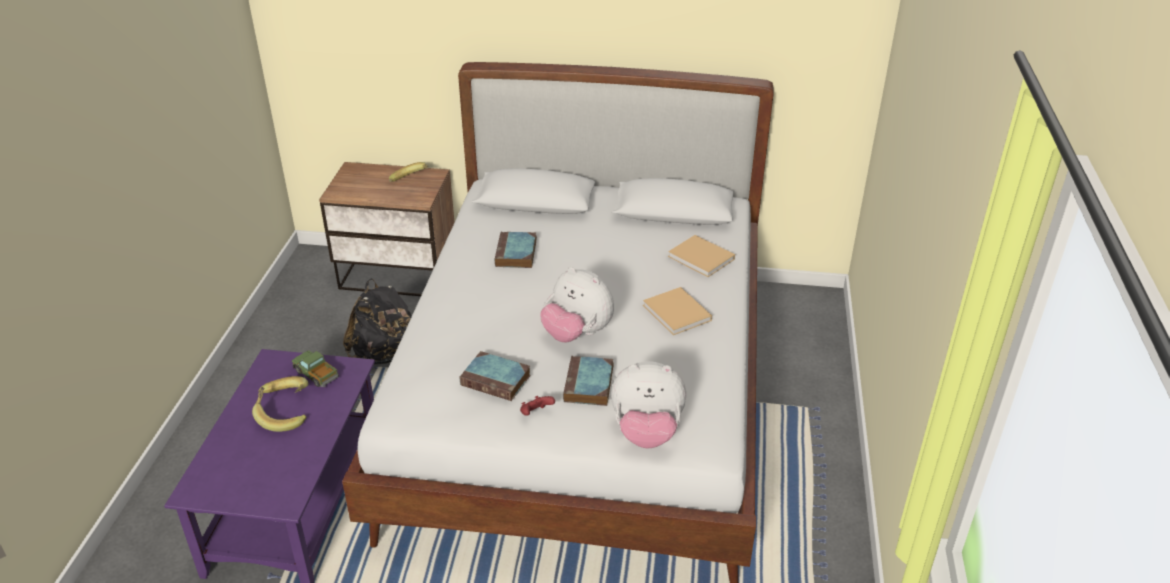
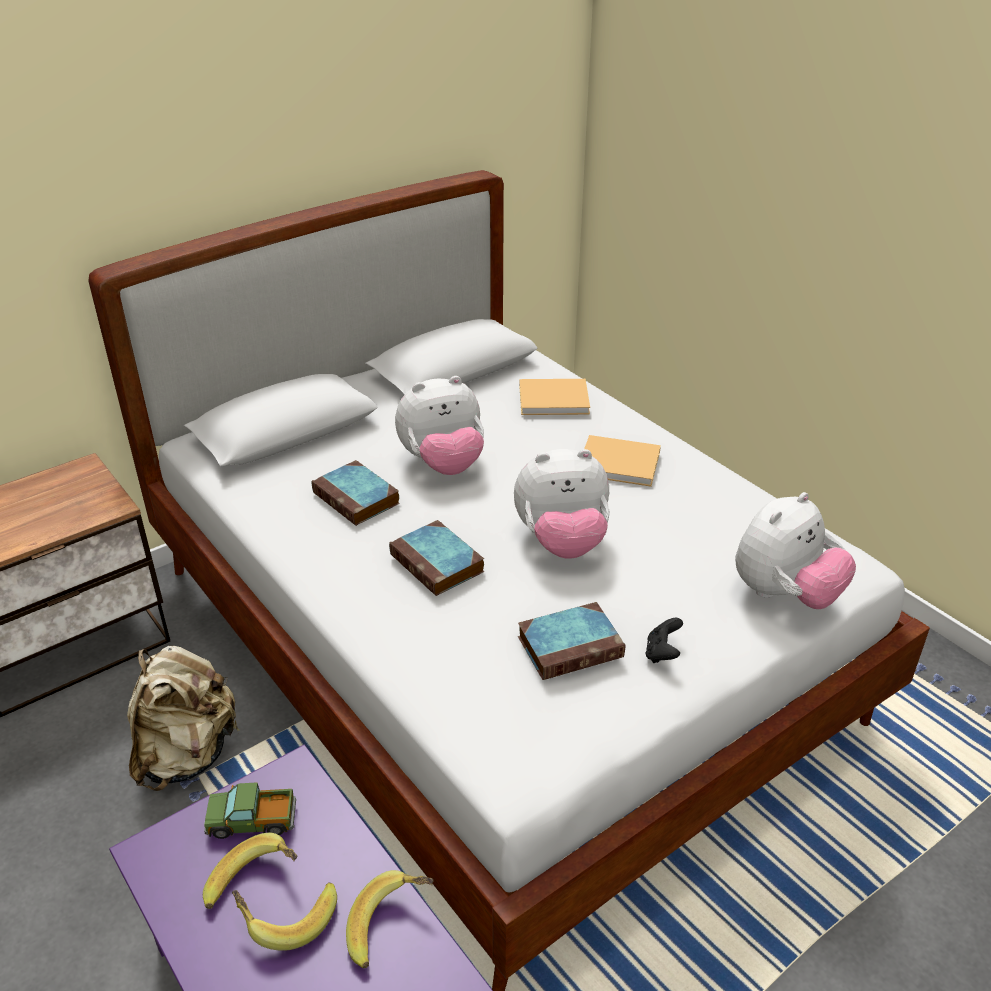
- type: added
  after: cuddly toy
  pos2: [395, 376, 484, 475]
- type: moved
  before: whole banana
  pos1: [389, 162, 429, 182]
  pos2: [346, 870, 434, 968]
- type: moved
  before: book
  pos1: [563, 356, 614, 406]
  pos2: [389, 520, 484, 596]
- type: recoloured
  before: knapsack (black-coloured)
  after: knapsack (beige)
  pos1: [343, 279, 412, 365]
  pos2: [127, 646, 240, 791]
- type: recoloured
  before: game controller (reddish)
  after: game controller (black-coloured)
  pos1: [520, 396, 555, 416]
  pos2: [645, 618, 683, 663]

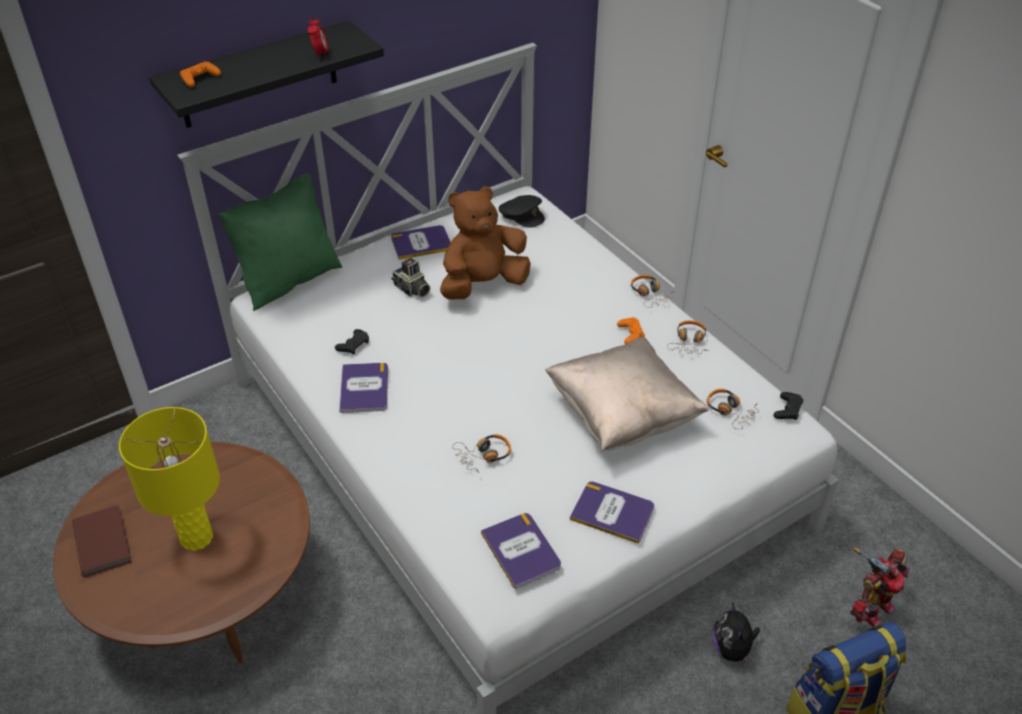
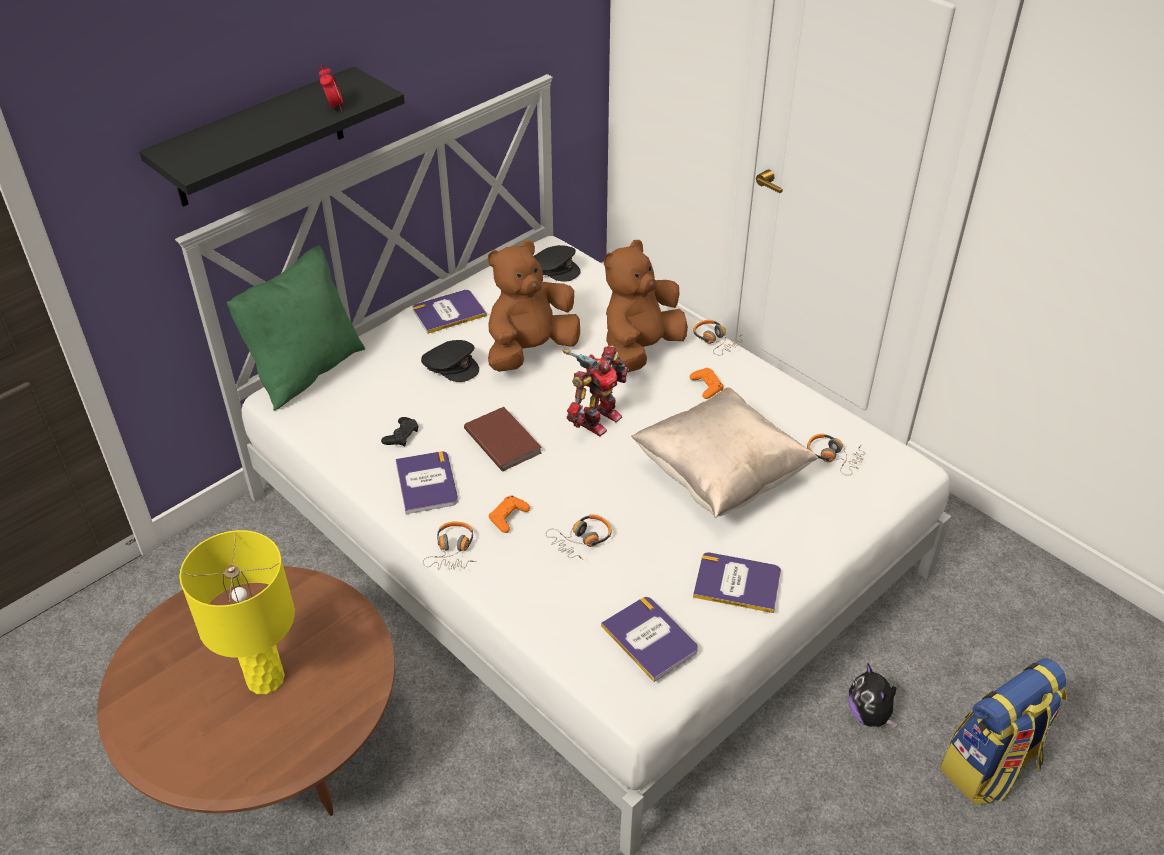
- type: removed
  before: game controller (black-coloured)
  pos1: [774, 392, 803, 420]
- type: added
  after: cuddly toy (brownish)
  pos2: [604, 240, 688, 372]
- type: moved
  before: book (brownish)
  pos1: [72, 505, 132, 577]
  pos2: [464, 407, 542, 471]
- type: moved
  before: game controller (orange)
  pos1: [180, 61, 221, 87]
  pos2: [489, 495, 530, 533]
- type: moved
  before: headphones
  pos1: [667, 320, 709, 354]
  pos2: [423, 522, 476, 569]
- type: moved
  before: model robot
  pos1: [850, 548, 910, 627]
  pos2: [563, 345, 629, 436]
- type: replaced
  before: photo camera
  after: baseball cap (black-coloured)
  pos1: [391, 258, 430, 298]
  pos2: [421, 340, 479, 382]

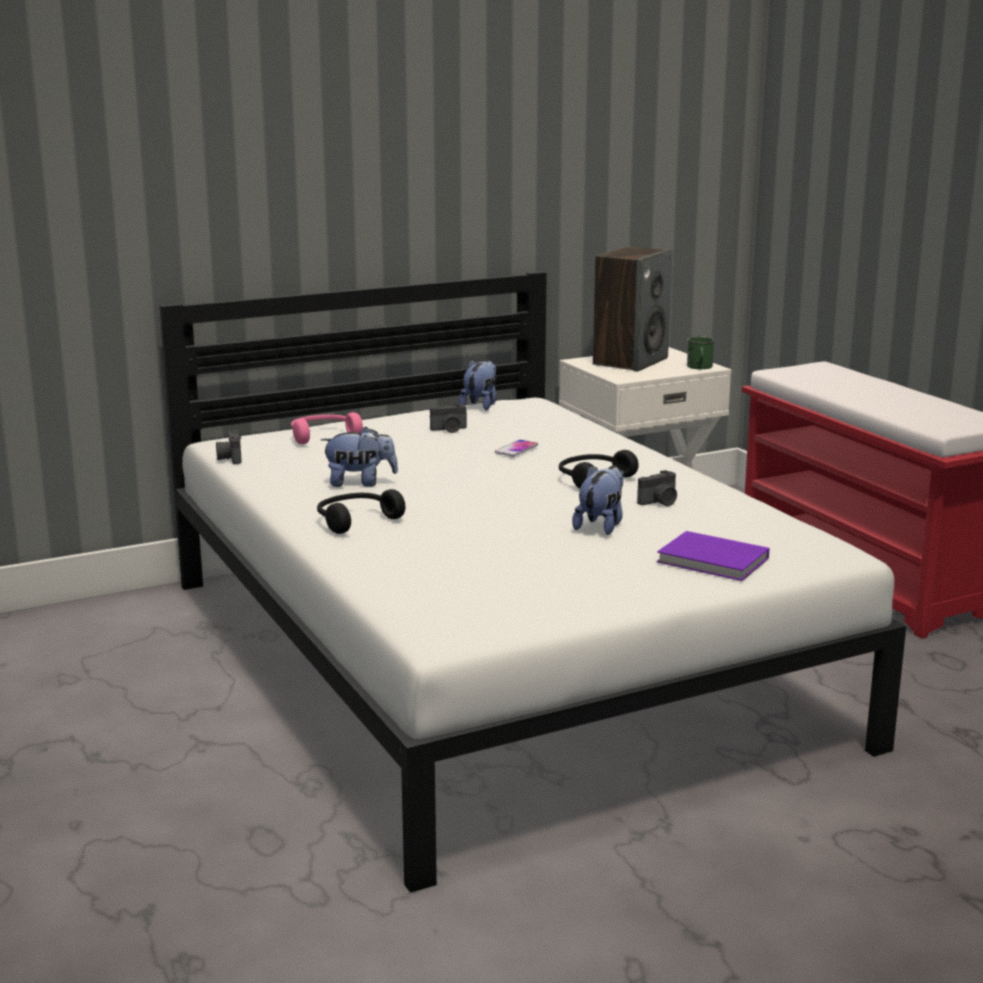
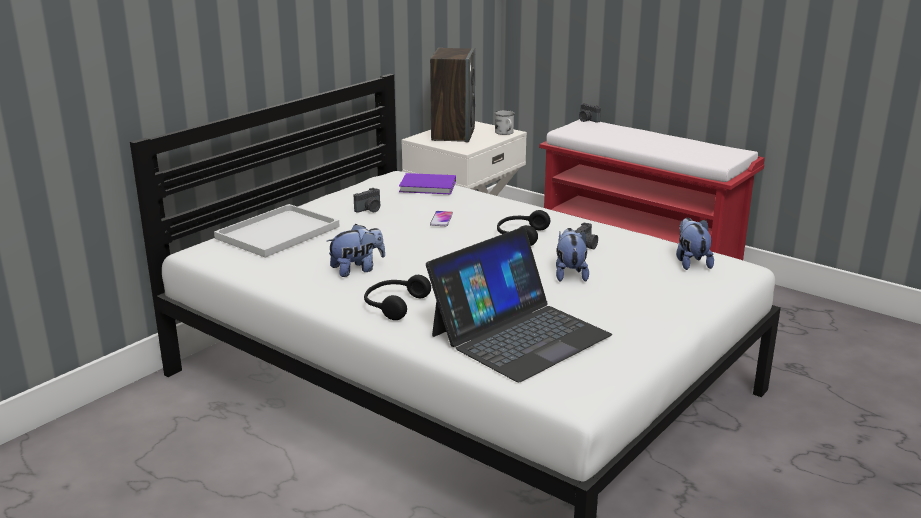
- type: added
  after: laptop
  pos2: [426, 227, 612, 382]
- type: moved
  before: photo camera
  pos1: [216, 430, 242, 464]
  pos2: [579, 103, 601, 123]
- type: moved
  before: cuddly toy
  pos1: [459, 360, 497, 410]
  pos2: [676, 218, 714, 270]
- type: moved
  before: book (purplish)
  pos1: [657, 531, 769, 581]
  pos2: [399, 173, 456, 194]
- type: replaced
  before: headphones (pink)
  after: carrying tray (white-coloured)
  pos1: [291, 412, 363, 444]
  pos2: [214, 204, 340, 258]
- type: recoloured
  before: tea mug (green)
  after: tea mug (white-coloured)
  pos1: [687, 337, 715, 369]
  pos2: [494, 110, 515, 135]

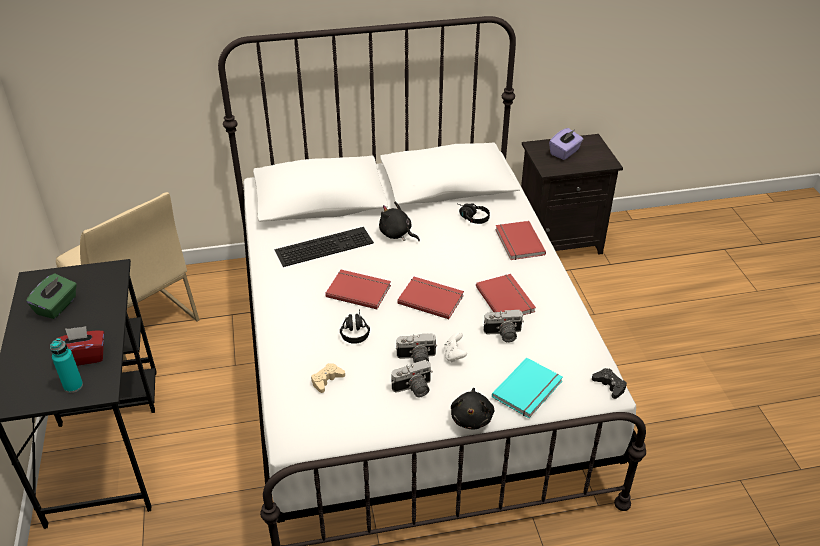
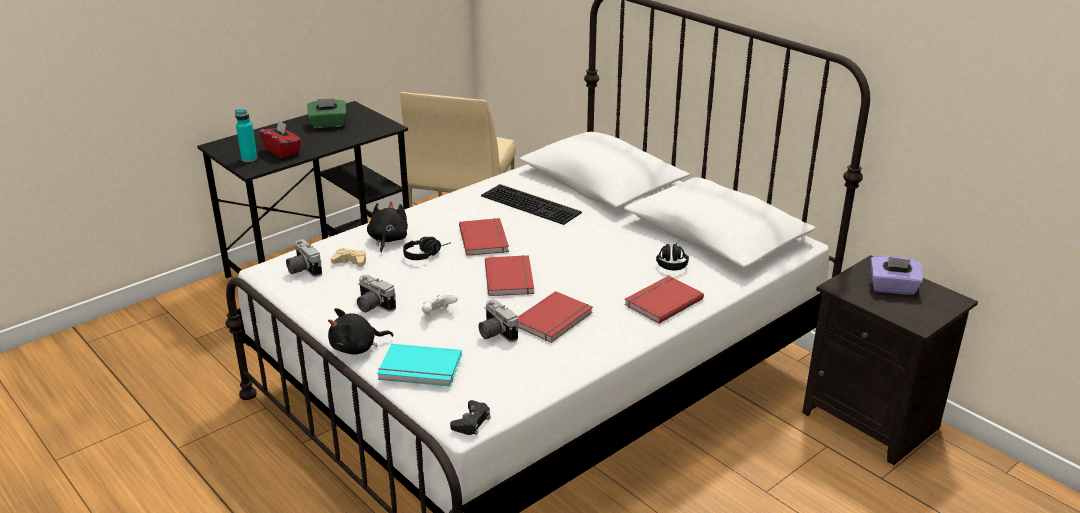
- type: moved
  before: cuddly toy (black-coloured)
  pos1: [379, 202, 420, 241]
  pos2: [367, 202, 408, 253]
- type: moved
  before: photo camera
  pos1: [396, 333, 436, 363]
  pos2: [286, 239, 322, 277]

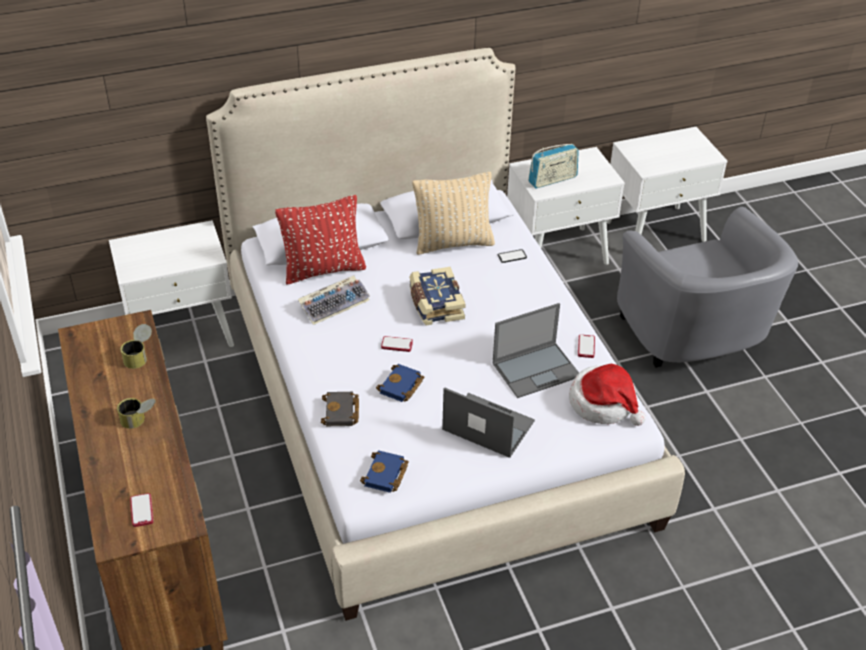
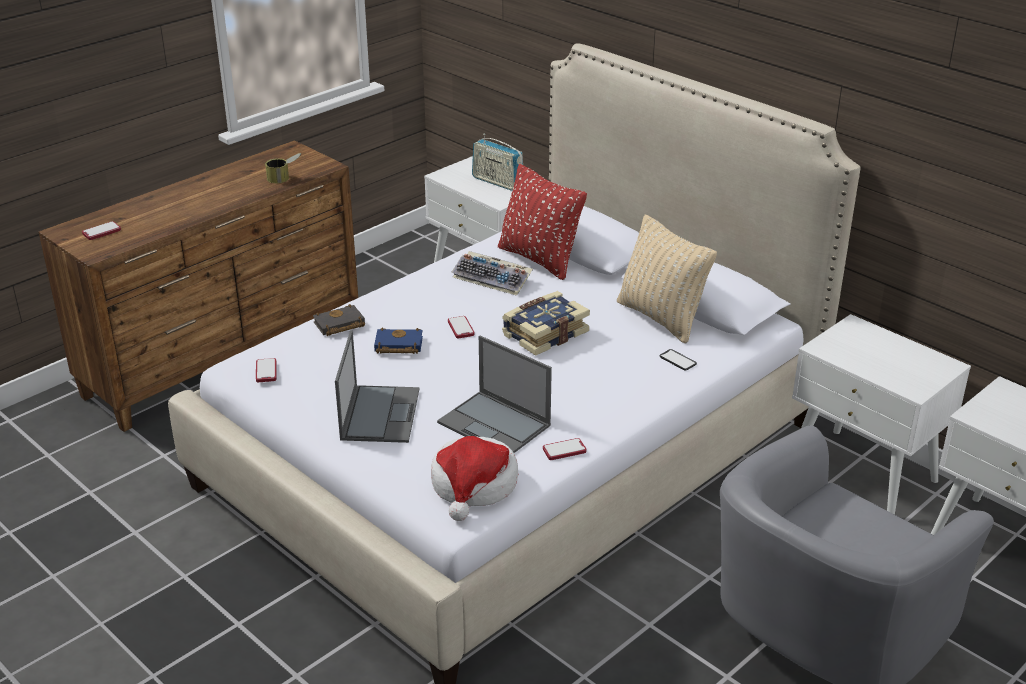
- type: removed
  before: sealed can
  pos1: [117, 398, 156, 429]
- type: moved
  before: radio receiver
  pos1: [528, 144, 579, 188]
  pos2: [472, 134, 523, 191]
- type: replaced
  before: book (blue)
  after: phone
  pos1: [360, 450, 409, 493]
  pos2: [256, 358, 277, 382]

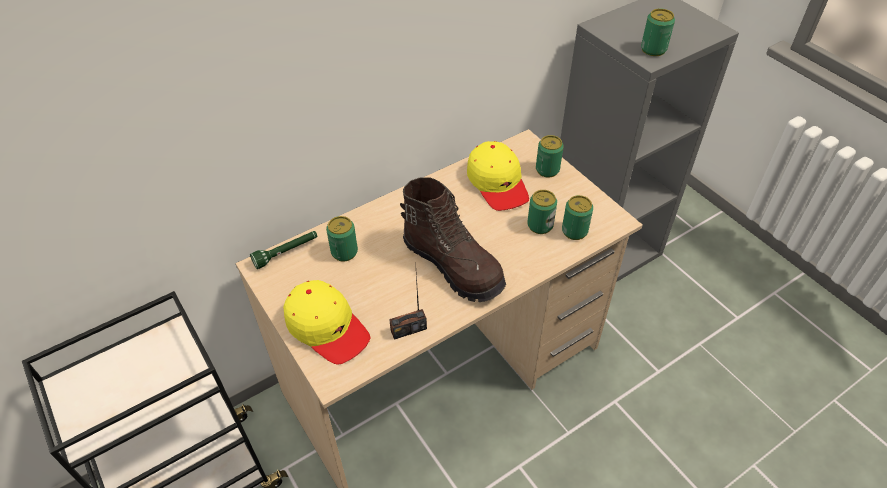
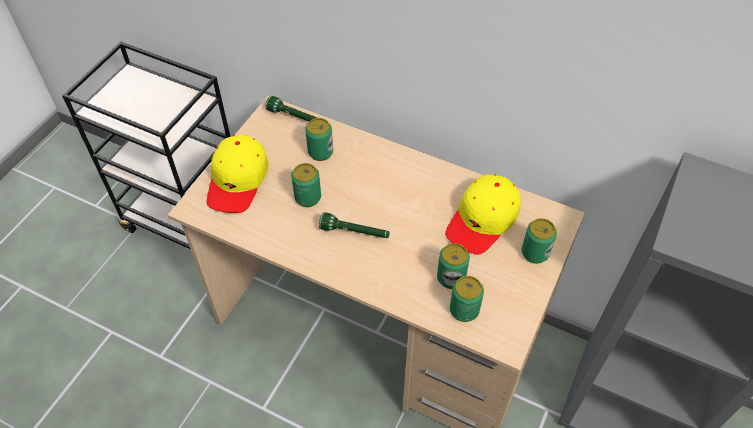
- type: removed
  before: radio receiver
  pos1: [389, 262, 427, 340]
- type: moved
  before: sealed can
  pos1: [641, 9, 675, 56]
  pos2: [291, 163, 321, 207]
- type: replaced
  before: high-top boot (brownish)
  after: flashlight (green)
  pos1: [400, 177, 506, 302]
  pos2: [319, 212, 390, 238]

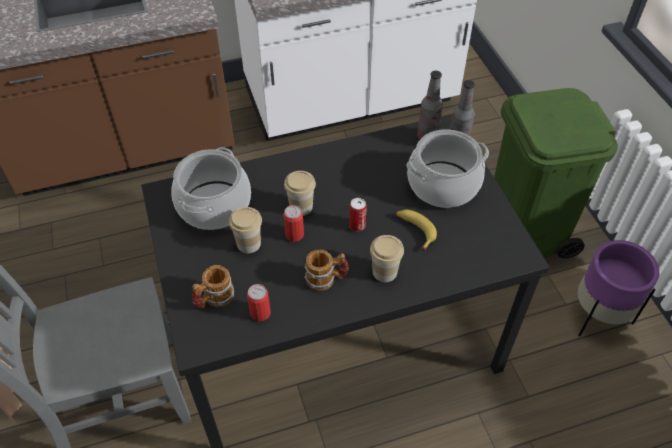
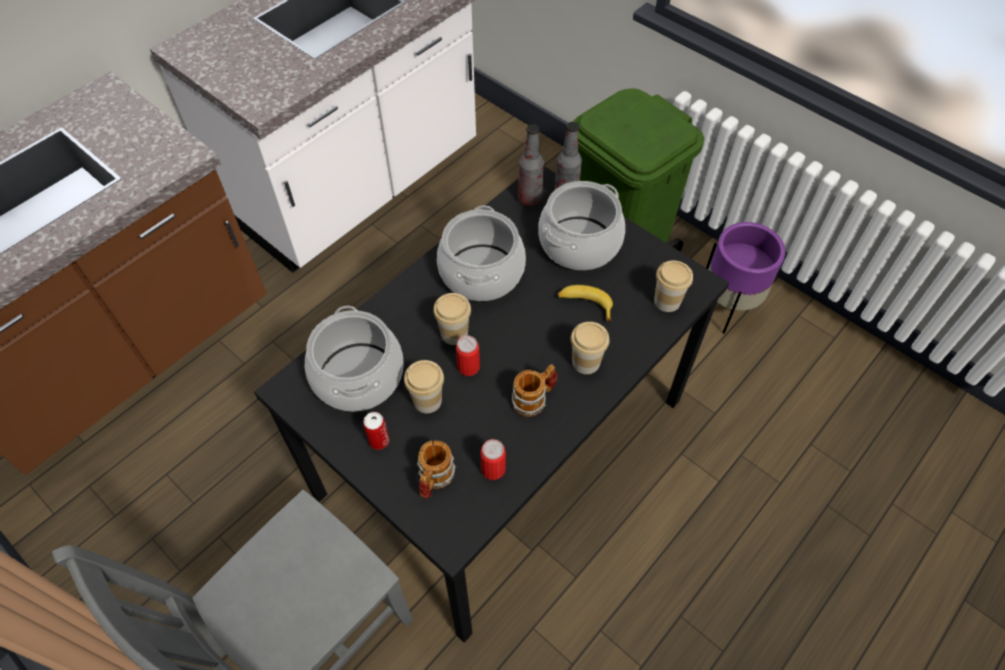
- type: added
  after: cooking pot
  pos2: [437, 205, 526, 301]
- type: added
  after: cup
  pos2: [654, 260, 693, 312]
- type: moved
  before: sealed can
  pos1: [349, 198, 367, 232]
  pos2: [363, 412, 389, 450]

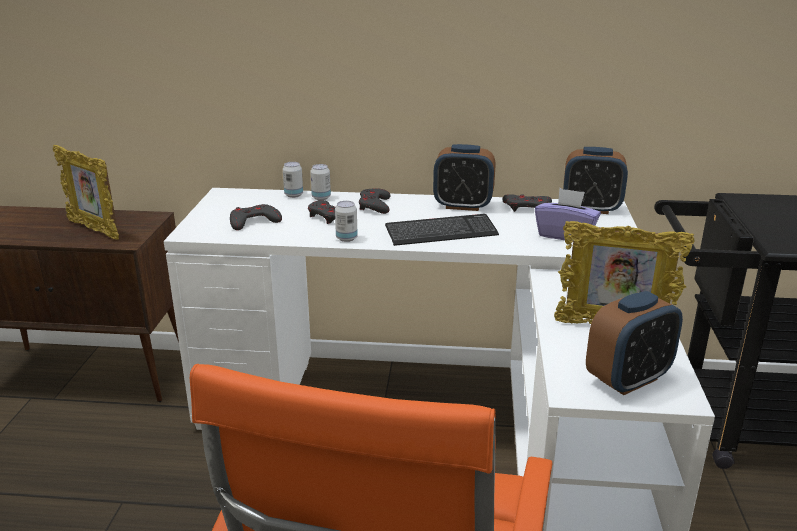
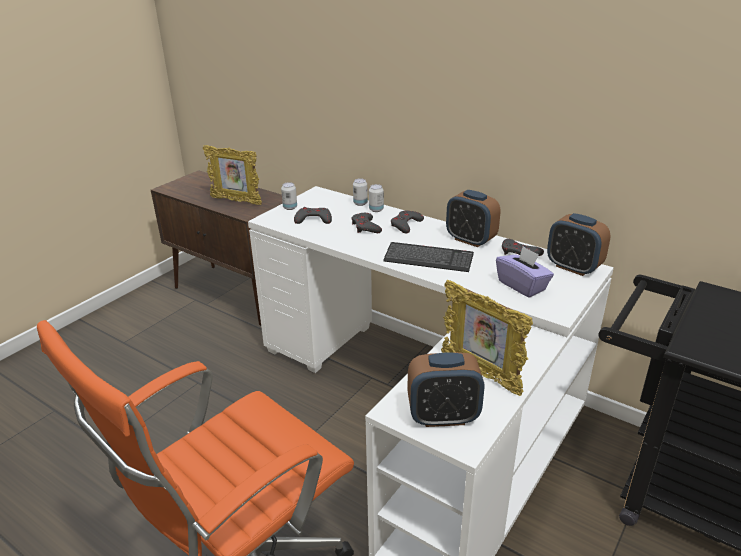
- type: moved
  before: sealed can
  pos1: [335, 201, 358, 242]
  pos2: [281, 182, 297, 210]
- type: turned
  before: standing frame
  pos1: [53, 145, 119, 240]
  pos2: [203, 145, 262, 205]
  turn: -45

